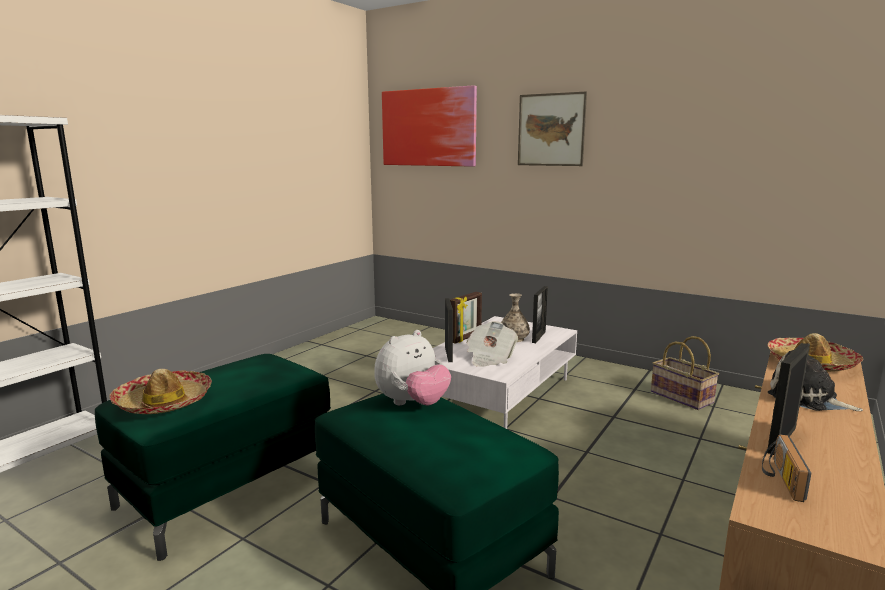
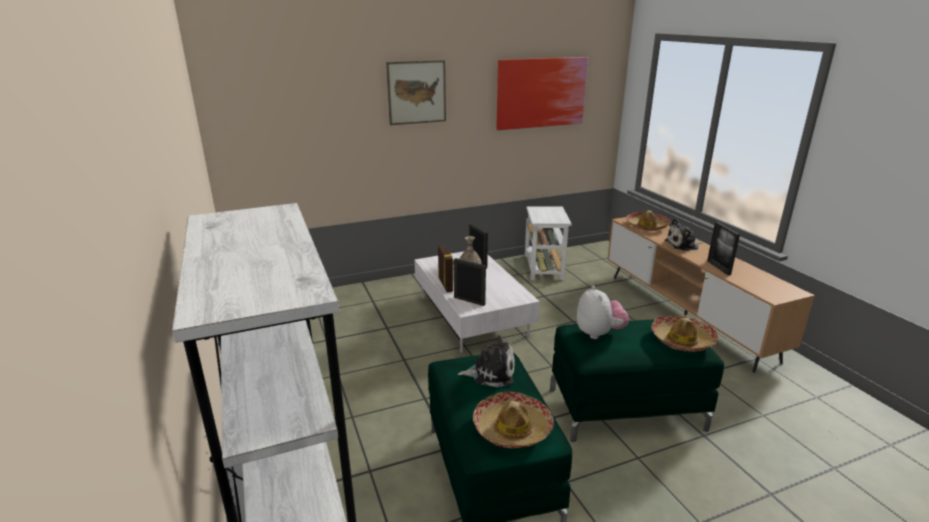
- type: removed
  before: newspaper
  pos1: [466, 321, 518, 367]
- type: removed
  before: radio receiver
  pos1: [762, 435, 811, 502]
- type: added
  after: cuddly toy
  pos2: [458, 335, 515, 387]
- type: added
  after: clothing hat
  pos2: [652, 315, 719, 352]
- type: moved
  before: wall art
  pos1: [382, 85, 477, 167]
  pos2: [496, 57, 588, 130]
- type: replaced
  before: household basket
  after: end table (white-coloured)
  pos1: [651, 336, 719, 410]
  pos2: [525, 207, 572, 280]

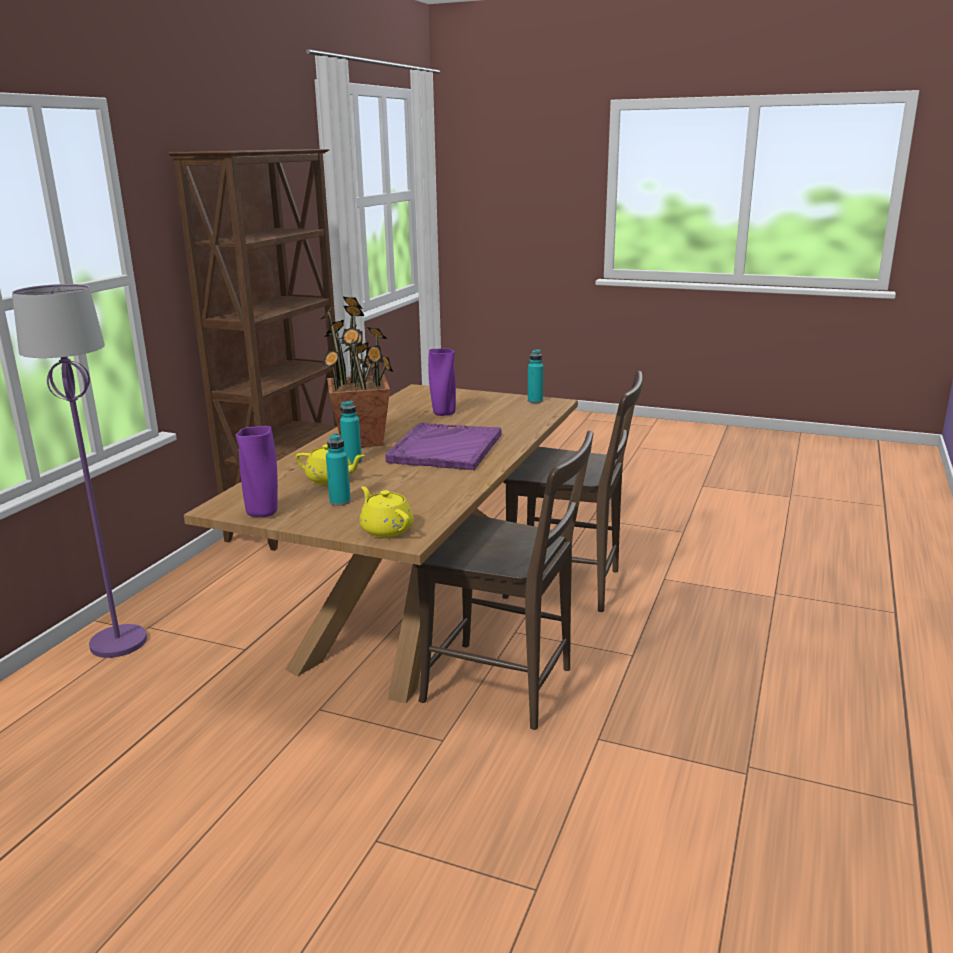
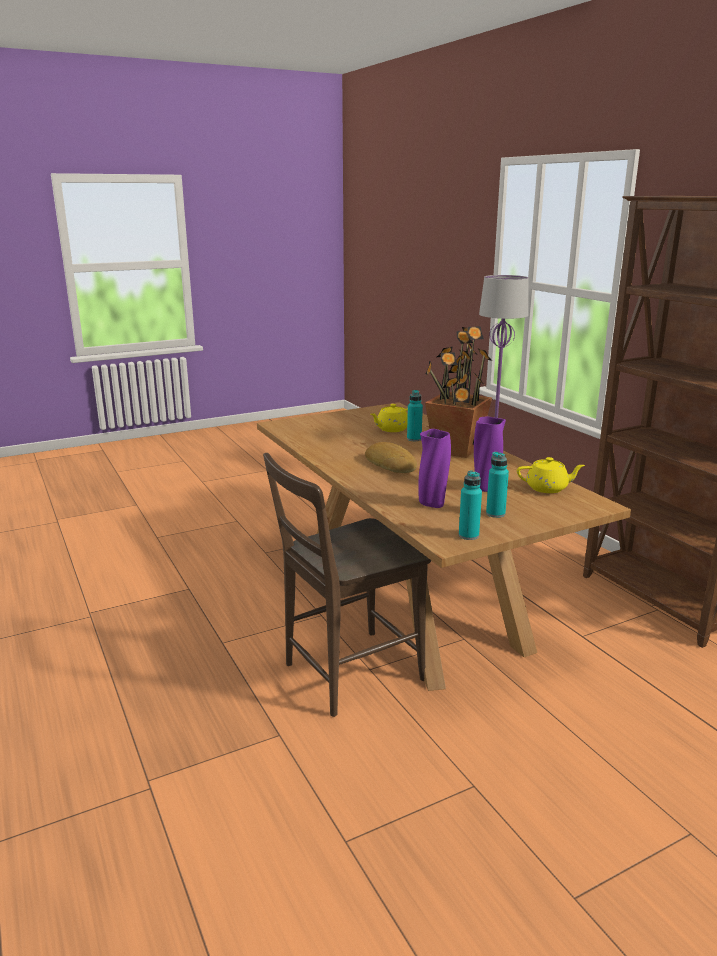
- type: removed
  before: upright chair (brownish)
  pos1: [413, 431, 594, 730]
- type: moved
  before: vase (purplish)
  pos1: [236, 426, 278, 517]
  pos2: [418, 429, 451, 508]
- type: moved
  before: beverage bottle (blue-green)
  pos1: [326, 434, 351, 506]
  pos2: [486, 452, 509, 518]
- type: moved
  before: pot for tea (yellowish)
  pos1: [360, 486, 413, 538]
  pos2: [517, 457, 585, 493]
- type: replaced
  before: carrying tray (purplish)
  after: bread
  pos1: [385, 422, 502, 470]
  pos2: [365, 442, 417, 473]

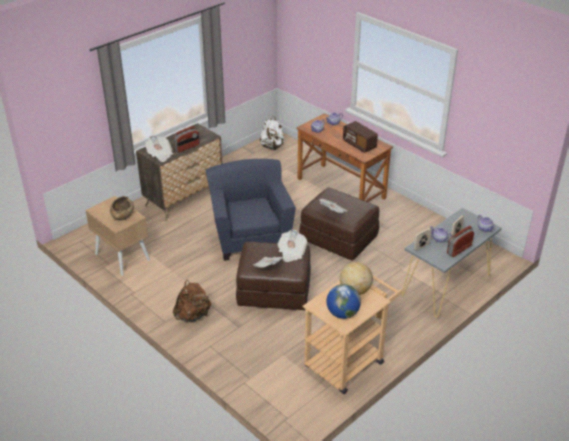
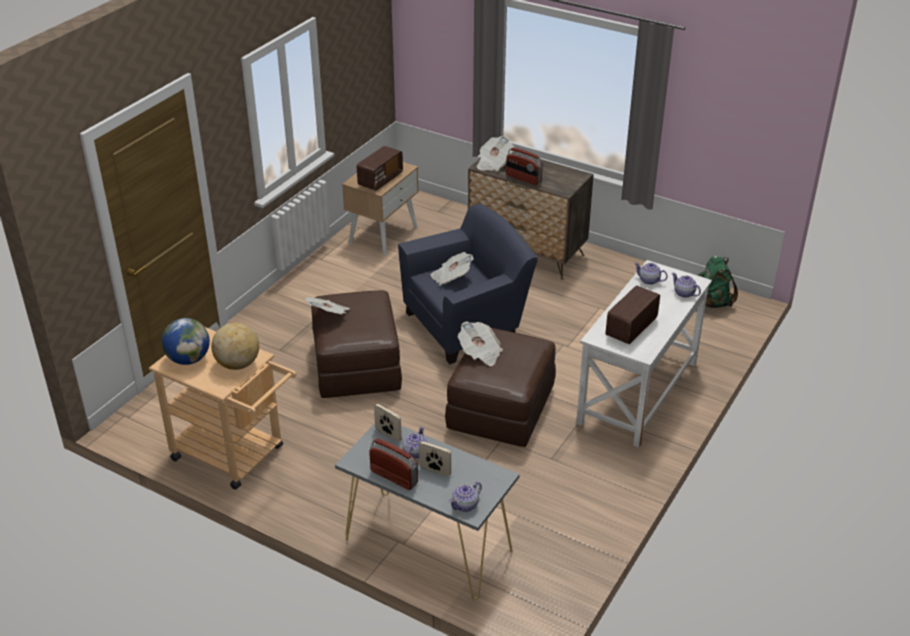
- type: removed
  before: knapsack (brownish)
  pos1: [173, 280, 211, 322]
- type: moved
  before: newspaper
  pos1: [277, 229, 307, 262]
  pos2: [430, 252, 474, 285]
- type: replaced
  before: bowl (brownish)
  after: radio receiver
  pos1: [110, 196, 134, 220]
  pos2: [357, 146, 403, 191]
- type: recoloured
  before: knapsack (white-coloured)
  after: knapsack (green)
  pos1: [259, 116, 284, 150]
  pos2: [697, 256, 738, 308]
- type: recoloured
  before: desk (brownish)
  after: desk (white-coloured)
  pos1: [296, 113, 393, 202]
  pos2: [576, 260, 712, 448]

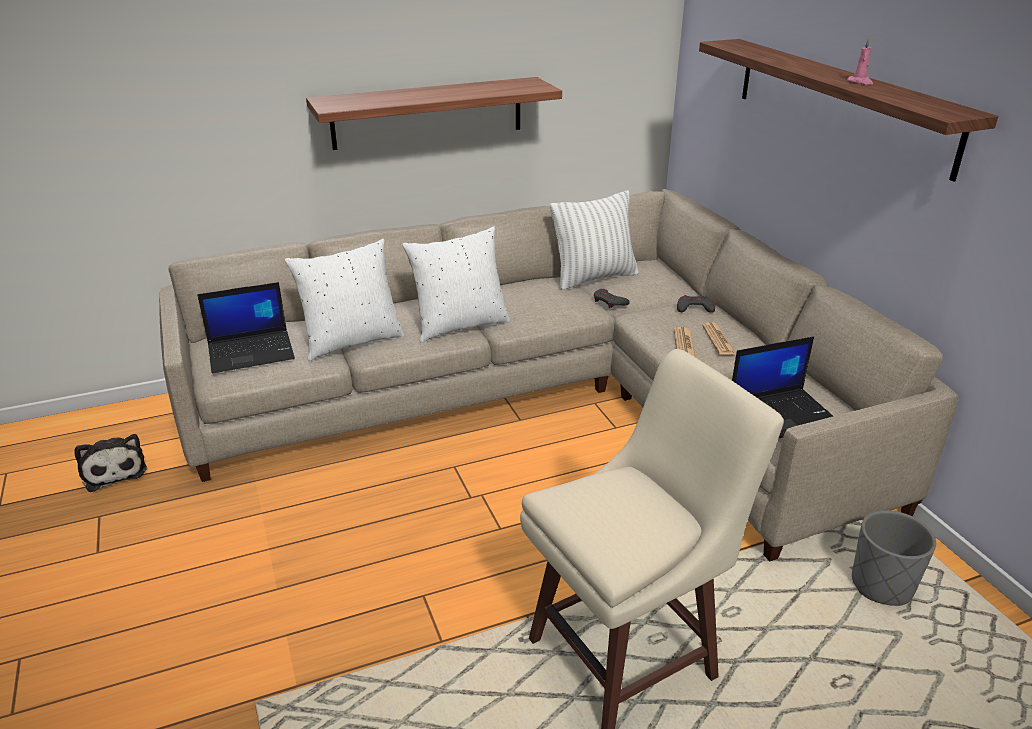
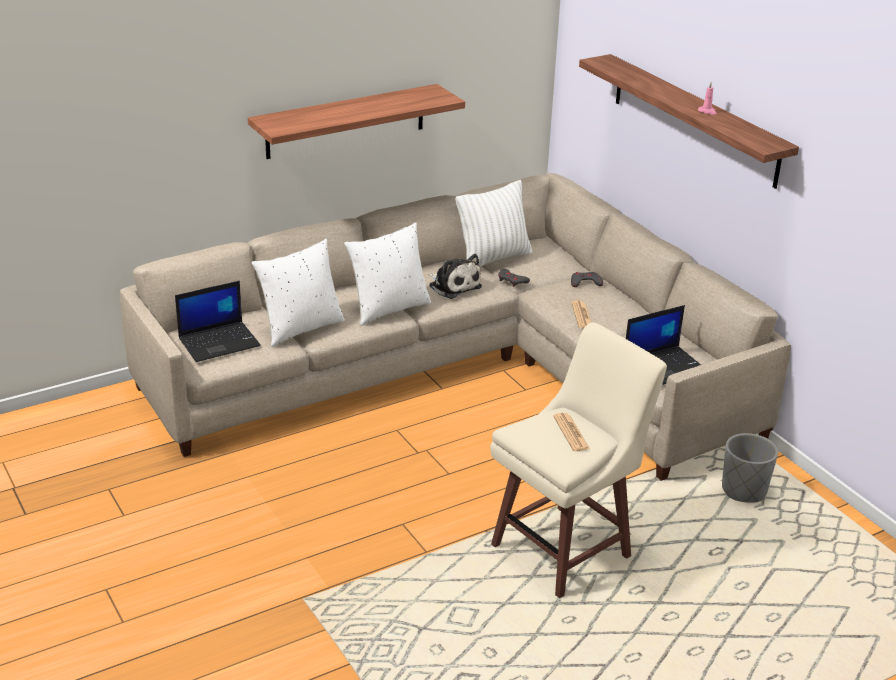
- type: moved
  before: cuddly toy
  pos1: [74, 434, 147, 492]
  pos2: [428, 254, 482, 299]
- type: moved
  before: newspaper
  pos1: [702, 322, 736, 355]
  pos2: [553, 413, 590, 451]

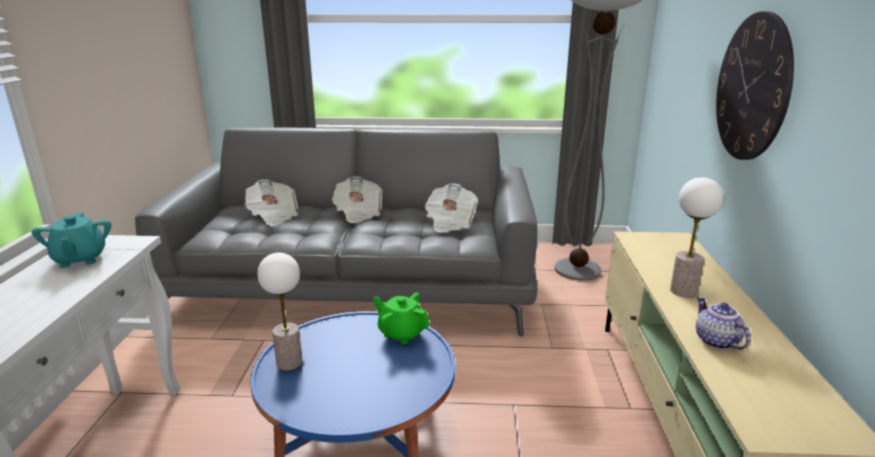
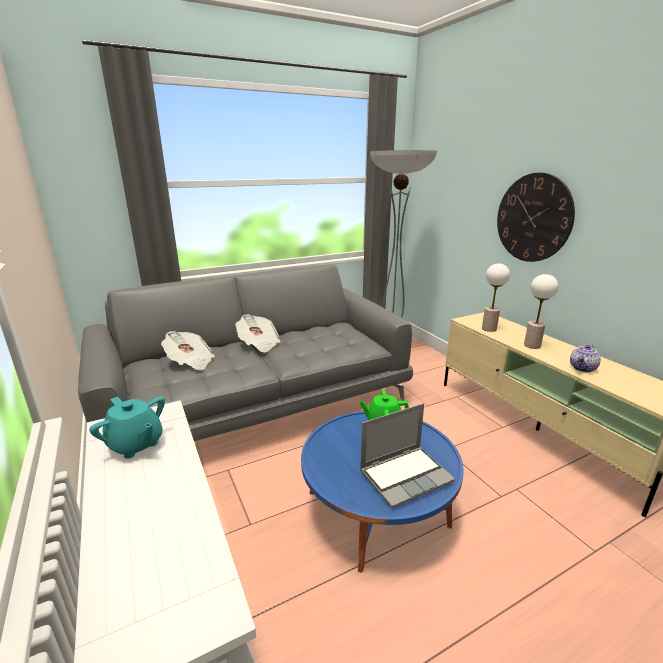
- type: removed
  before: newspaper
  pos1: [424, 183, 478, 232]
- type: added
  after: laptop
  pos2: [360, 403, 455, 508]
- type: moved
  before: tabletop lamp
  pos1: [257, 253, 302, 371]
  pos2: [482, 263, 510, 332]
- type: turned
  before: pot for tea
  pos1: [696, 296, 751, 350]
  pos2: [570, 345, 601, 373]
  turn: -90

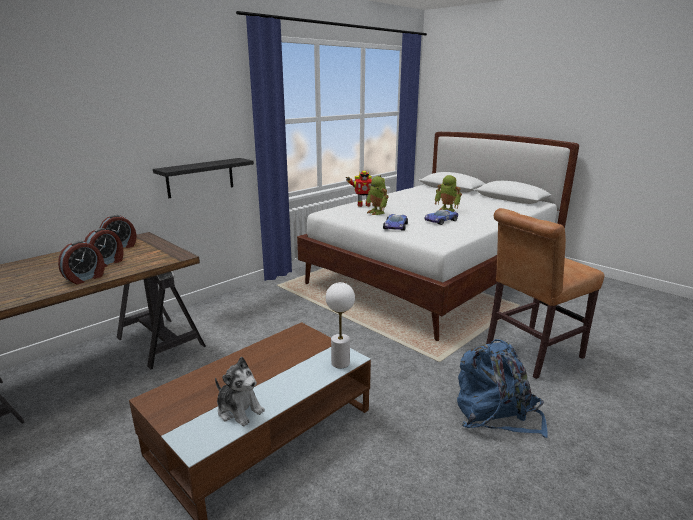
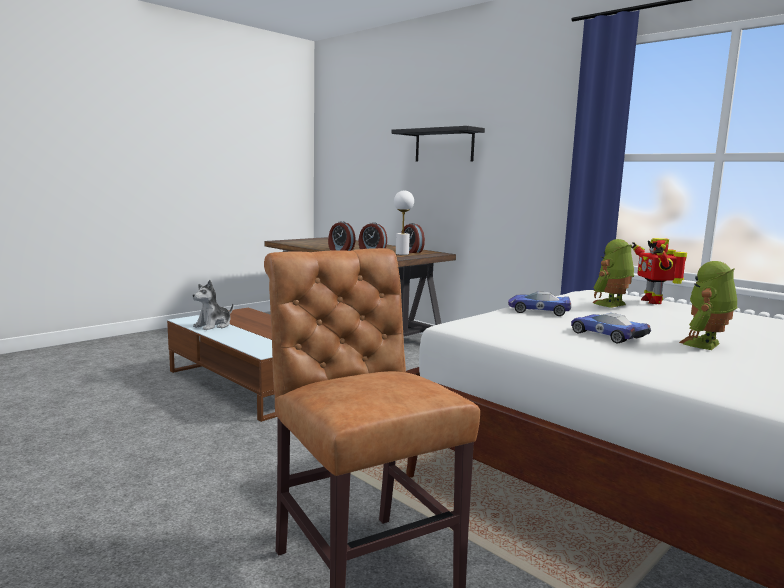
- type: removed
  before: knapsack (blue)
  pos1: [457, 339, 548, 438]
- type: moved
  before: shelf (black-coloured)
  pos1: [153, 158, 254, 198]
  pos2: [391, 126, 485, 162]
- type: moved
  before: tabletop lamp (white-coloured)
  pos1: [326, 282, 355, 368]
  pos2: [394, 190, 414, 255]

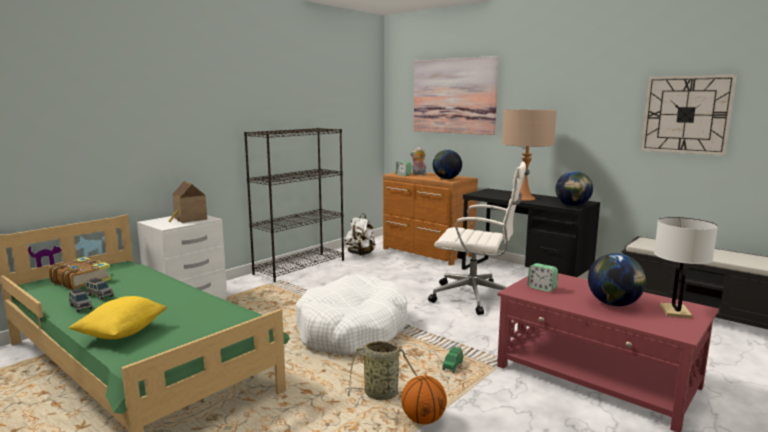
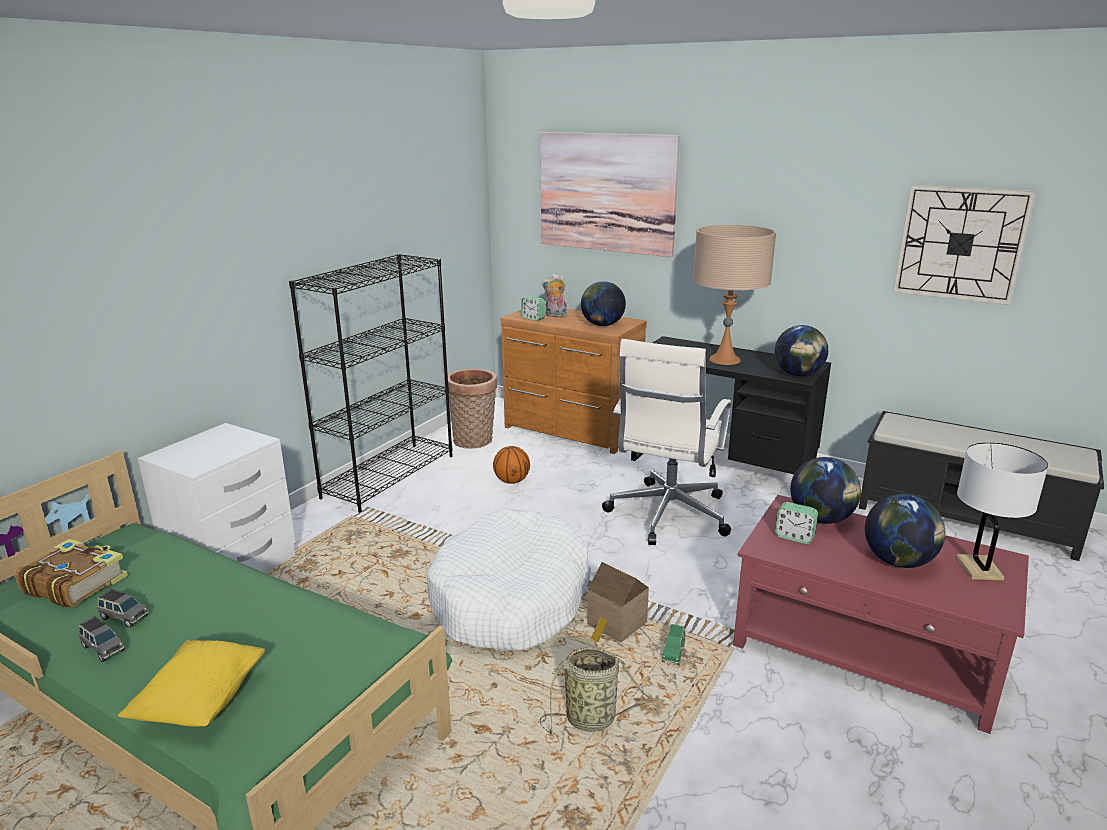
- type: added
  after: globe
  pos2: [790, 457, 861, 524]
- type: moved
  before: model house
  pos1: [169, 181, 207, 223]
  pos2: [587, 562, 649, 643]
- type: moved
  before: basketball
  pos1: [401, 375, 447, 424]
  pos2: [493, 446, 530, 484]
- type: replaced
  before: knapsack (white-coloured)
  after: household basket
  pos1: [345, 214, 376, 256]
  pos2: [448, 368, 497, 449]
- type: turned
  before: office chair (white-coloured)
  pos1: [428, 161, 526, 315]
  pos2: [602, 339, 731, 545]
  turn: 105

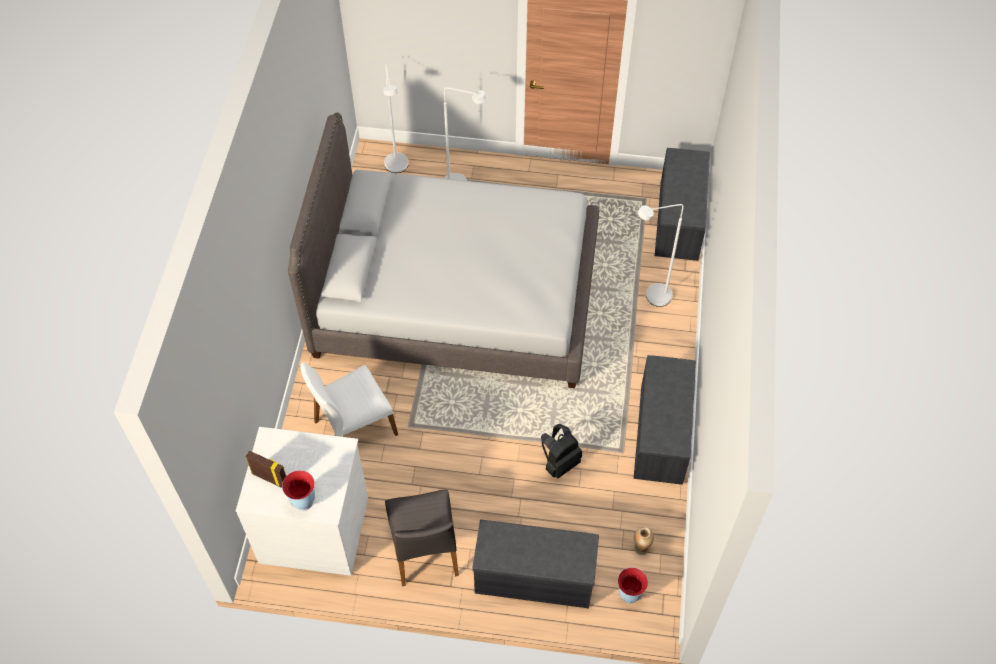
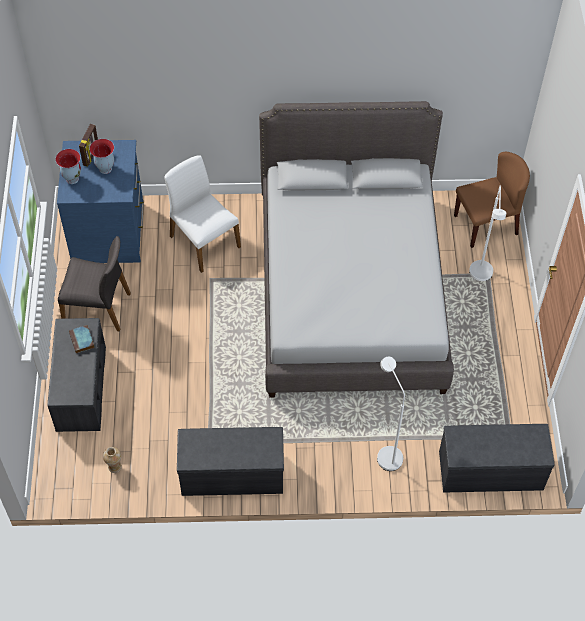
- type: removed
  before: knapsack (black-coloured)
  pos1: [541, 424, 582, 478]
- type: added
  after: book
  pos2: [69, 325, 95, 354]
- type: moved
  before: vase
  pos1: [618, 567, 648, 604]
  pos2: [89, 139, 114, 174]
- type: replaced
  before: standing lamp (white-coloured)
  after: upright chair (brownish)
  pos1: [383, 64, 409, 173]
  pos2: [454, 152, 530, 248]
- type: recoloured
  before: chest of drawers (white-coloured)
  after: chest of drawers (blue)
  pos1: [236, 427, 368, 576]
  pos2: [57, 140, 144, 263]
- type: turned
  before: upright chair (gray)
  pos1: [385, 489, 459, 586]
  pos2: [58, 236, 131, 332]
  turn: -150

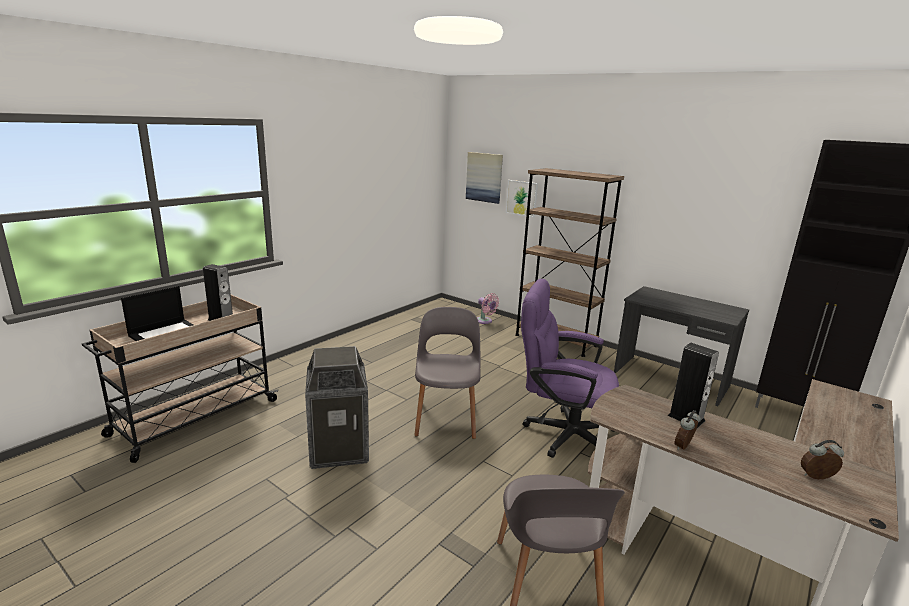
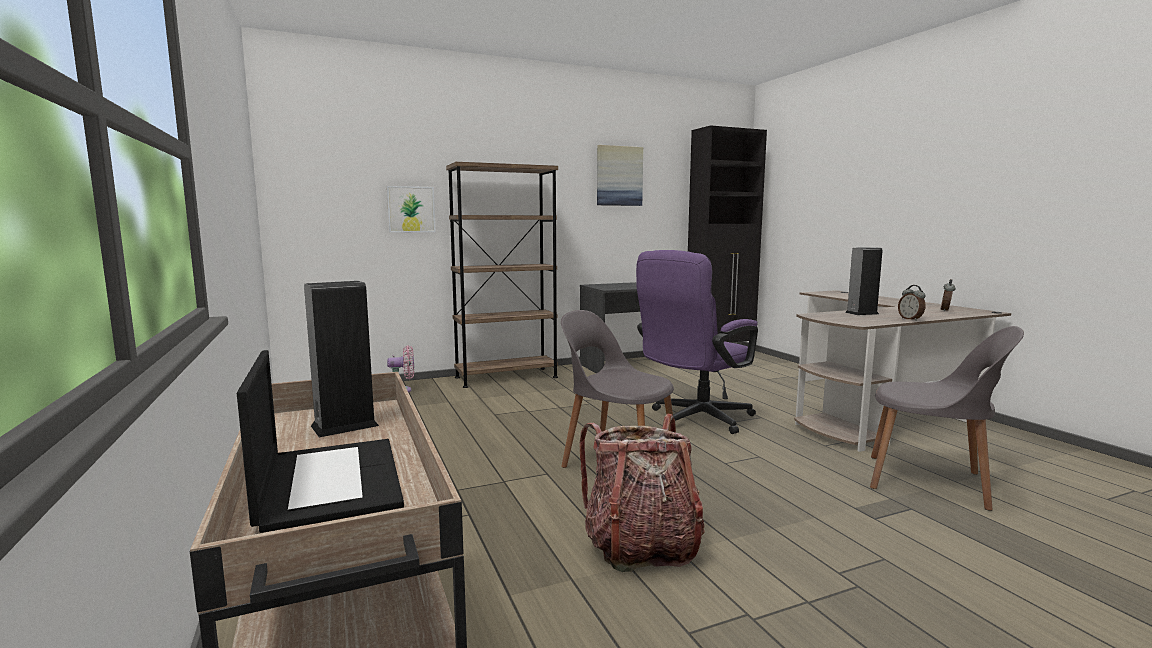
- type: moved
  before: wall art
  pos1: [466, 152, 503, 204]
  pos2: [597, 145, 643, 206]
- type: replaced
  before: trash can
  after: knapsack
  pos1: [305, 346, 369, 469]
  pos2: [579, 413, 705, 572]

